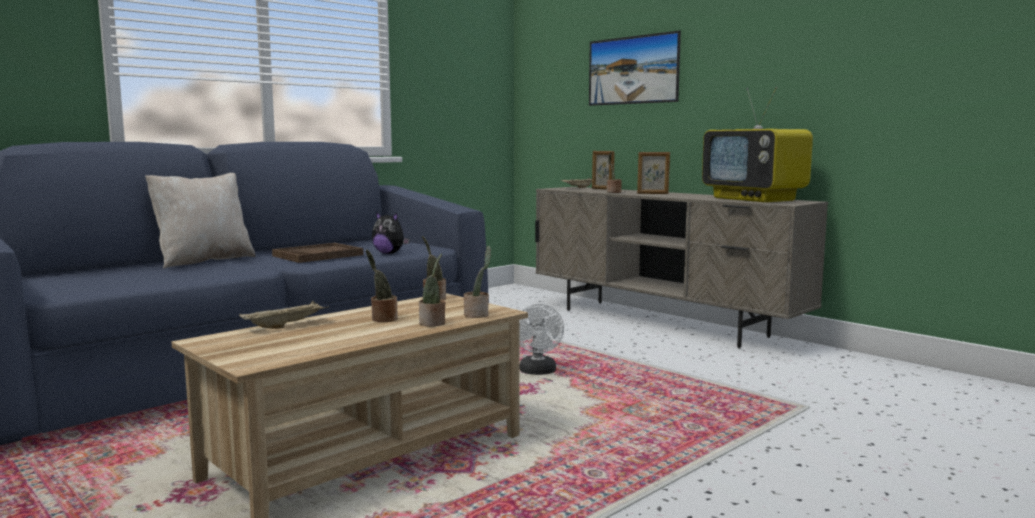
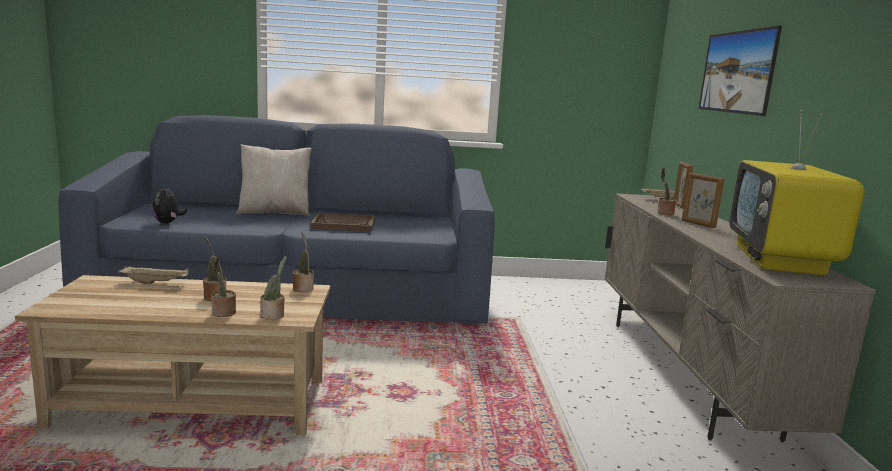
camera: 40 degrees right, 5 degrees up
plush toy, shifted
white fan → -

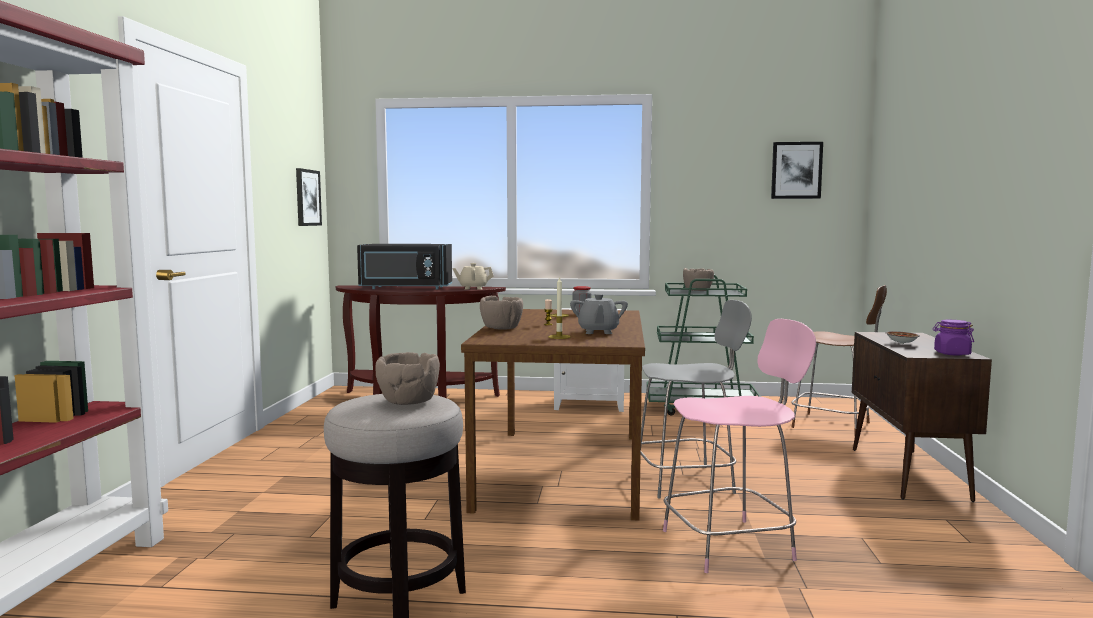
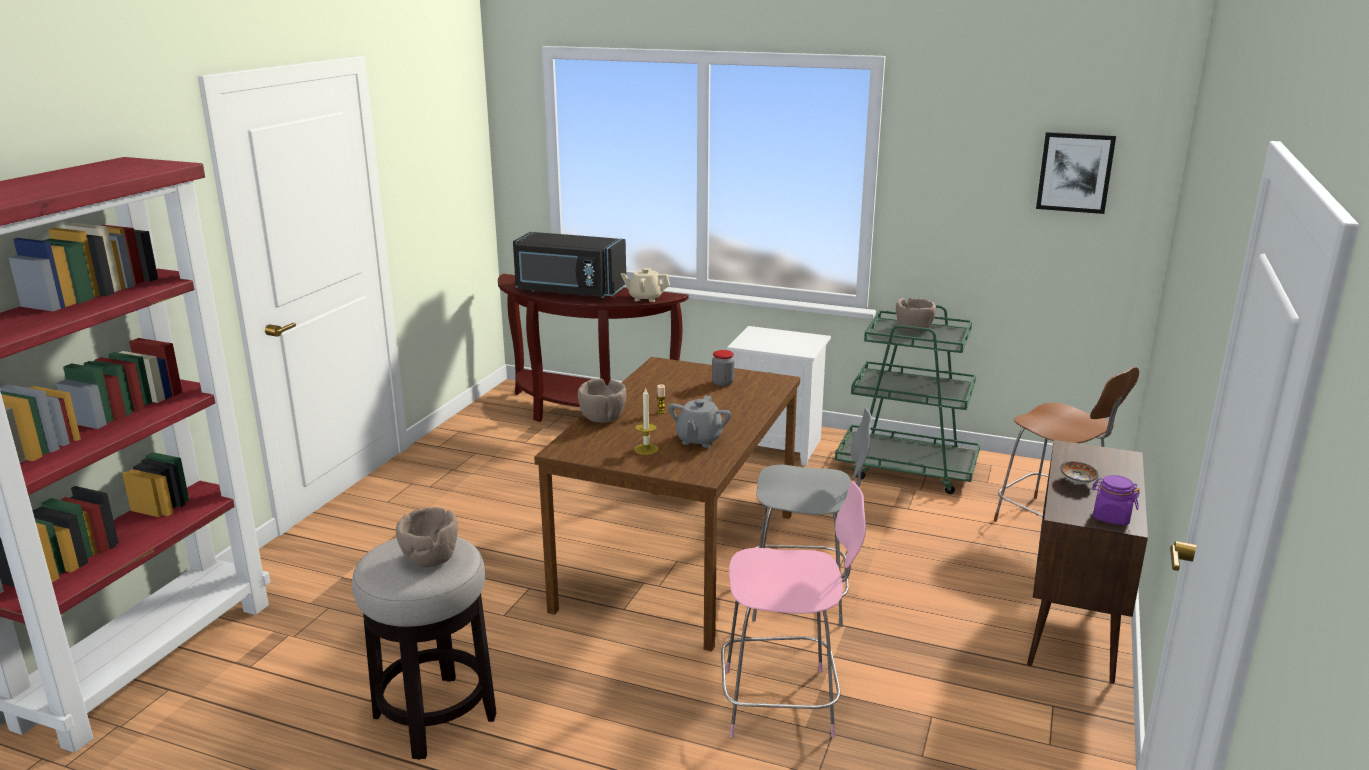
camera: 15 degrees right, 15 degrees up
picture (no. 1 from left) → -

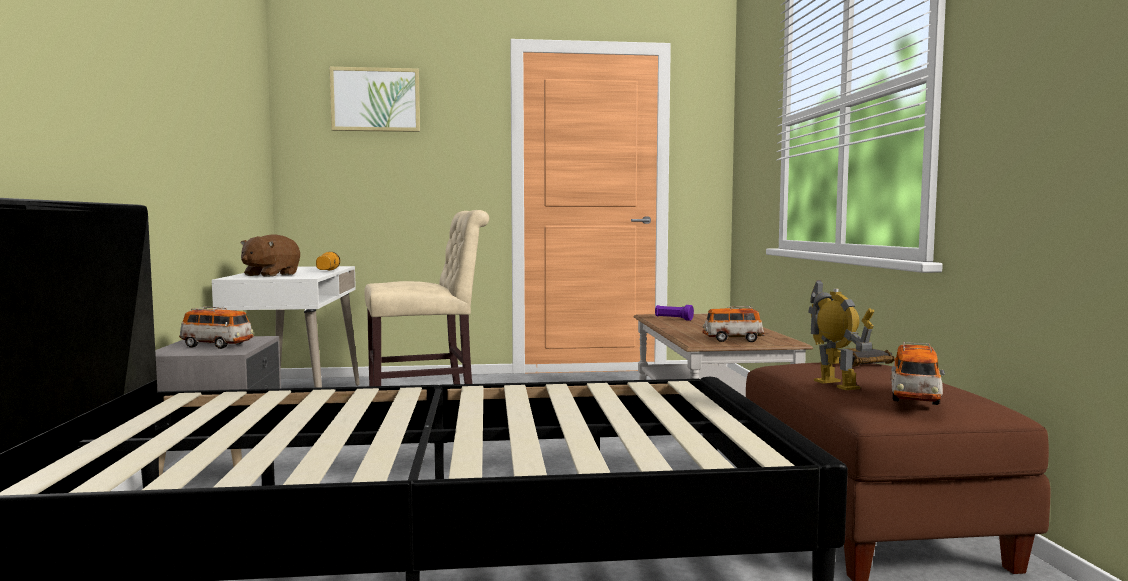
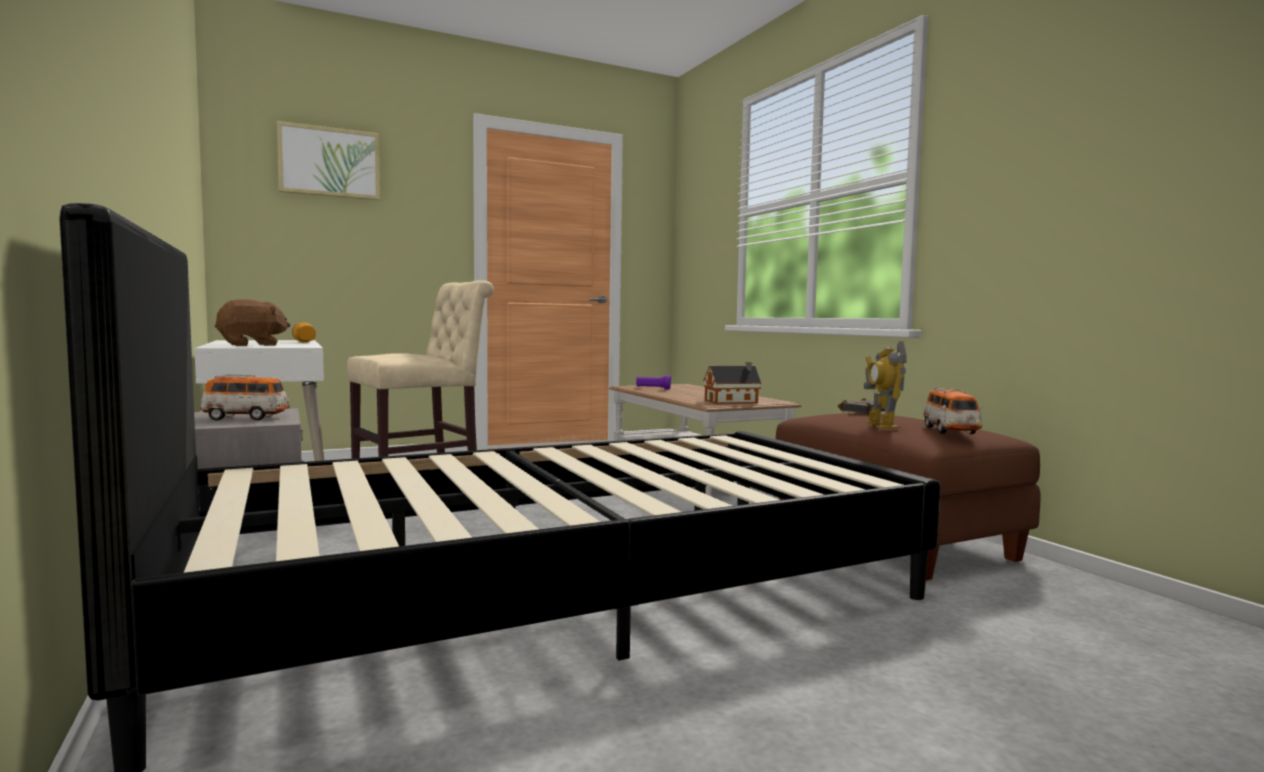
camera: 20 degrees left, 0 degrees up
brown plush toy, 135 degrees counterclockwise
toy car (no. 2 from left) → toy house
toy robot, 150 degrees counterclockwise

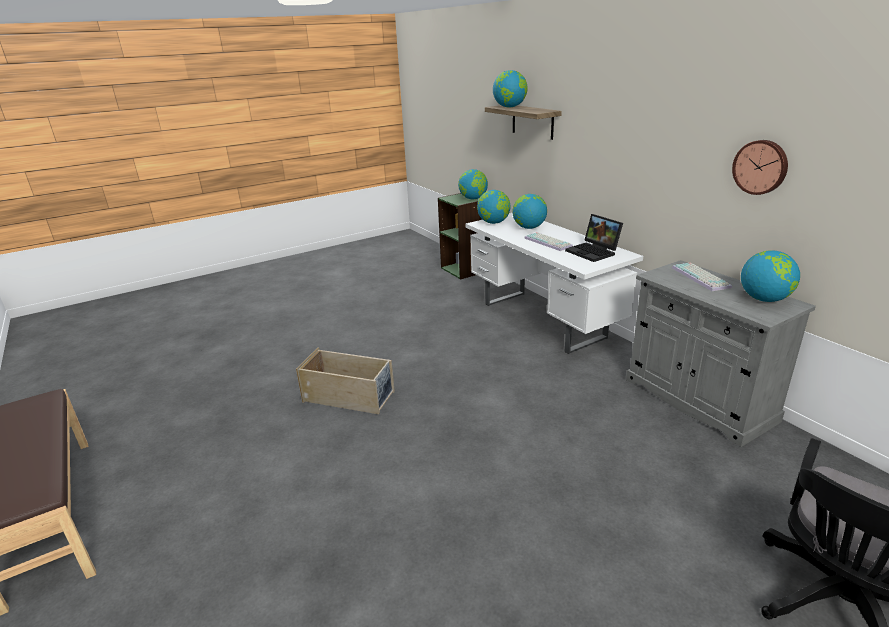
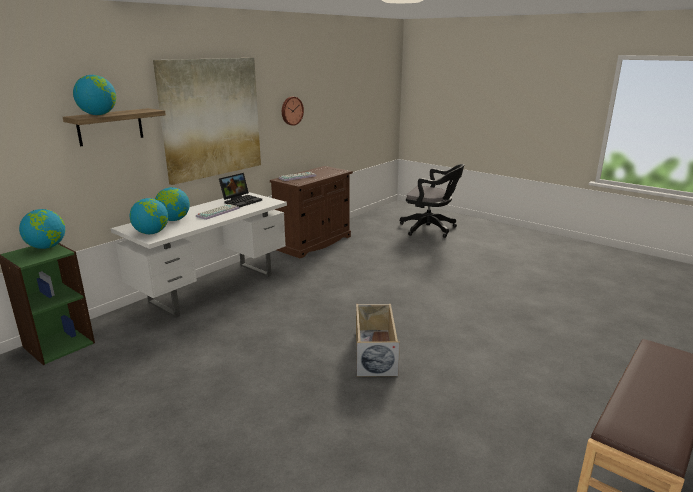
camera: 110 degrees left, 5 degrees down
- → picture
grey cabinet → brown cabinet
globe (no. 5 from left) → -

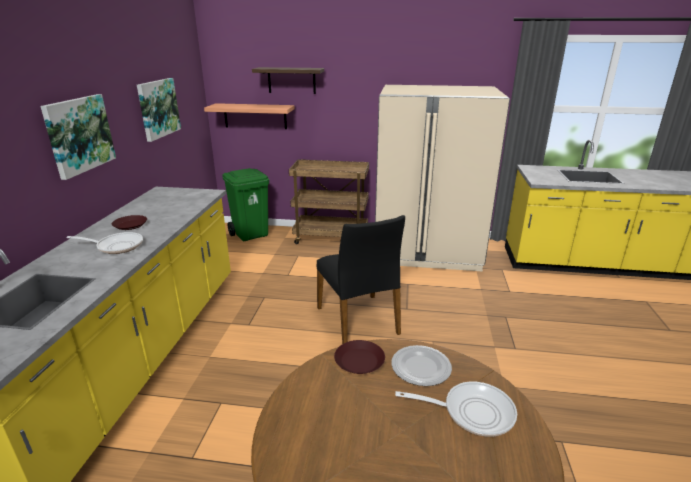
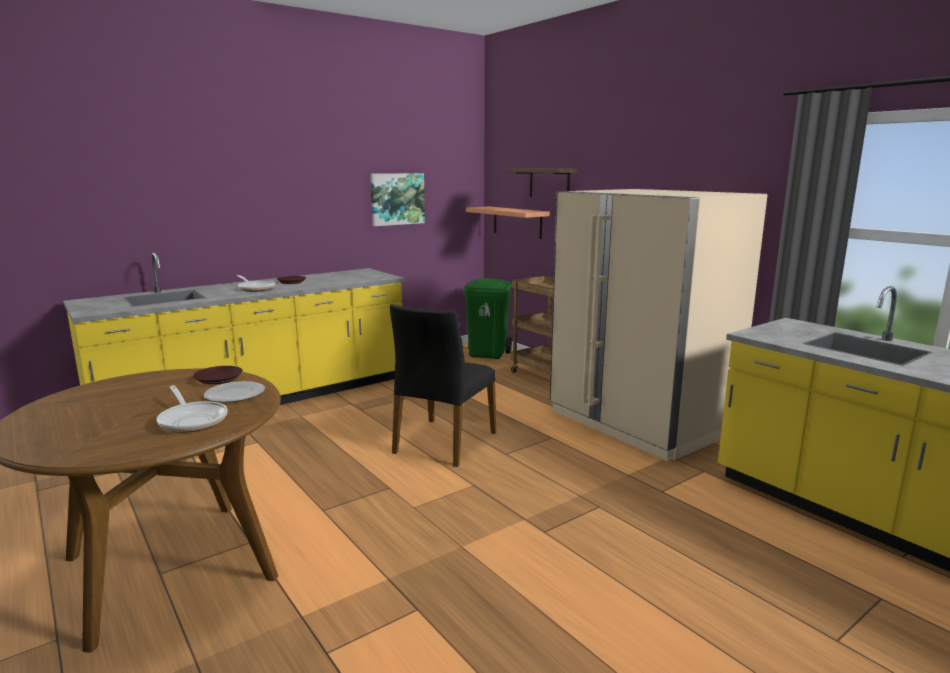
camera: 45 degrees right, 10 degrees down
picture (no. 1 from left) → -

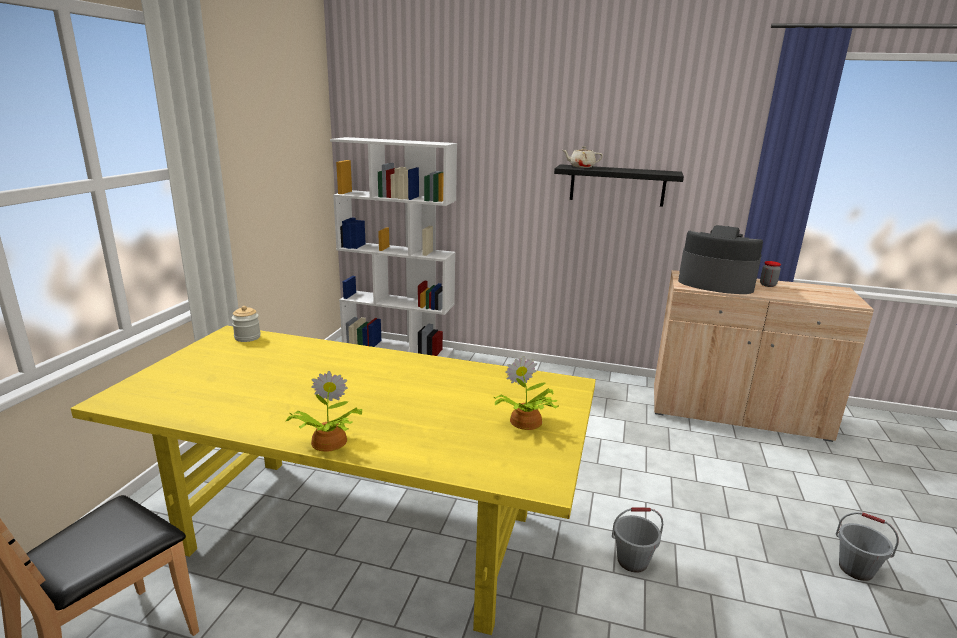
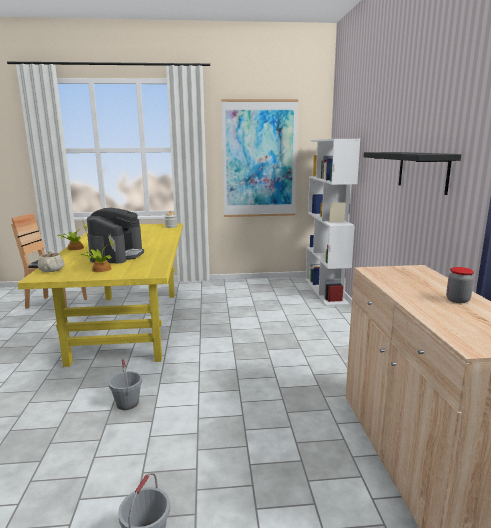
camera: 70 degrees right, 5 degrees down
beige teapot, shifted
coffee machine, shifted
- → picture

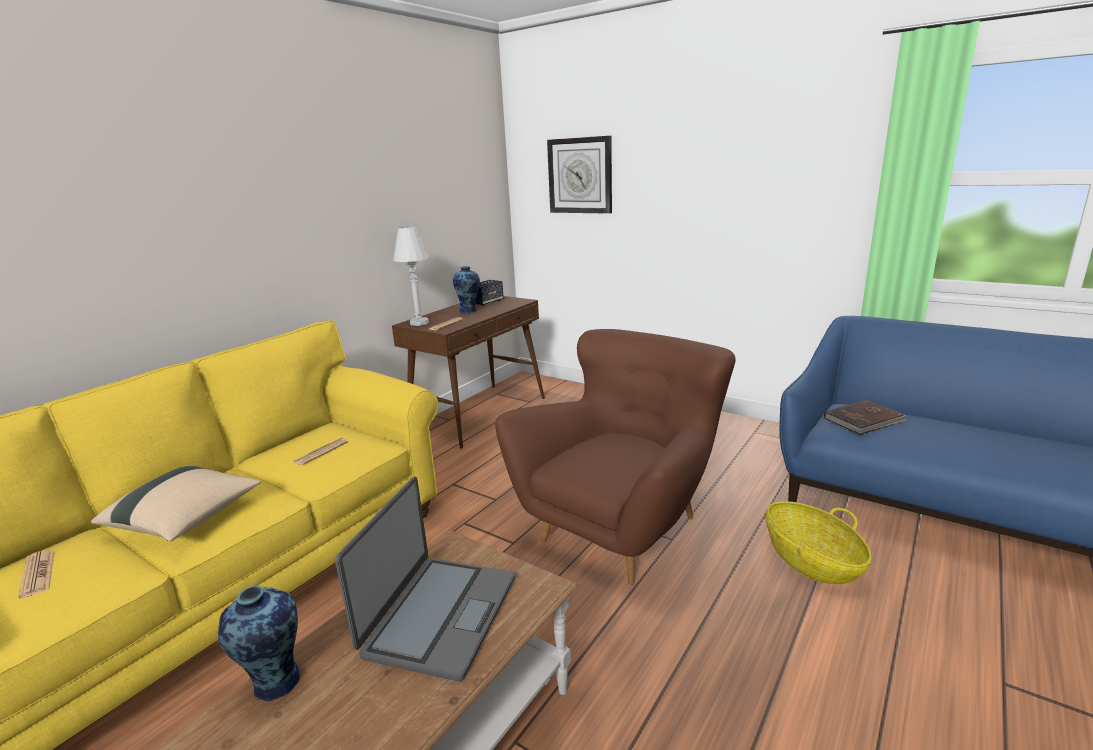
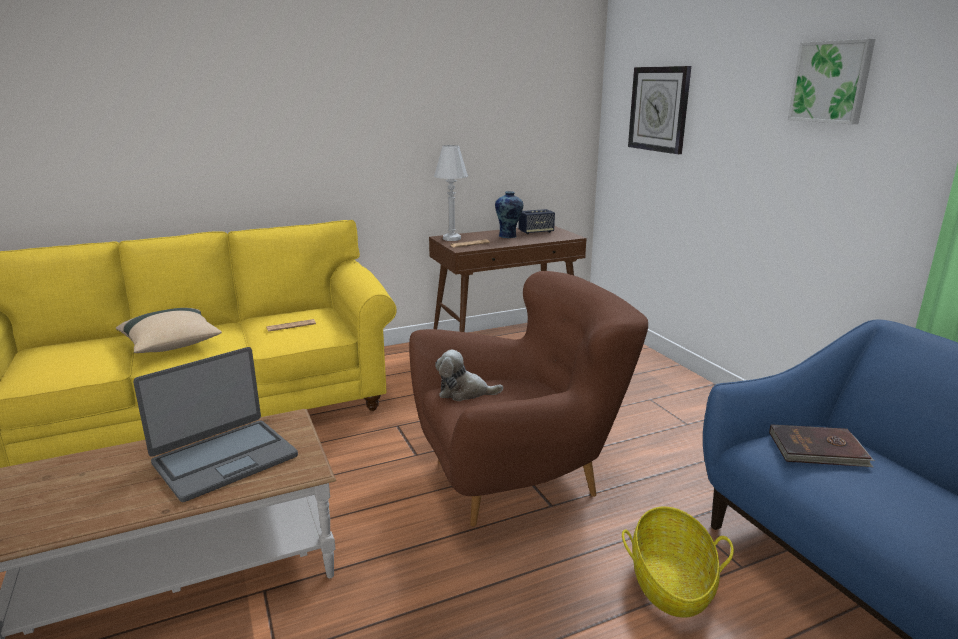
camera: 30 degrees right, 0 degrees up
- → plush toy
- → picture
newspaper (no. 1 from left) → -
vase (no. 1 from left) → -

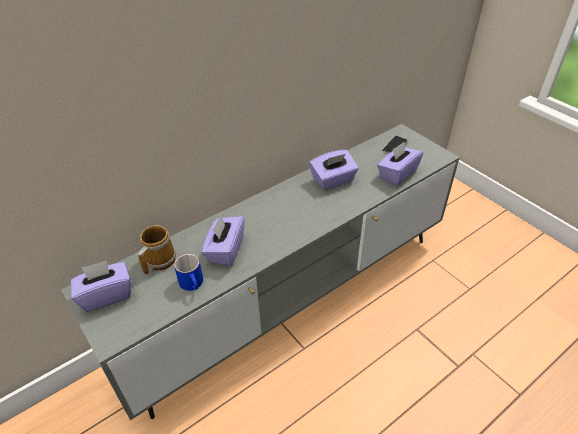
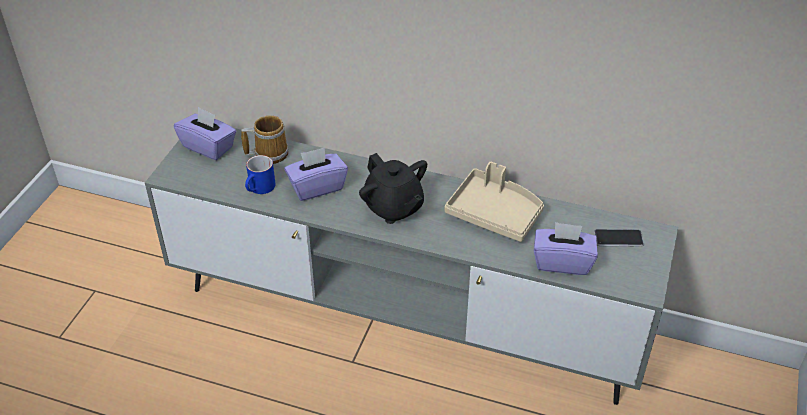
camera: 55 degrees right, 0 degrees up
- → black teapot
purple tissue box (no. 3 from left) → beige tray

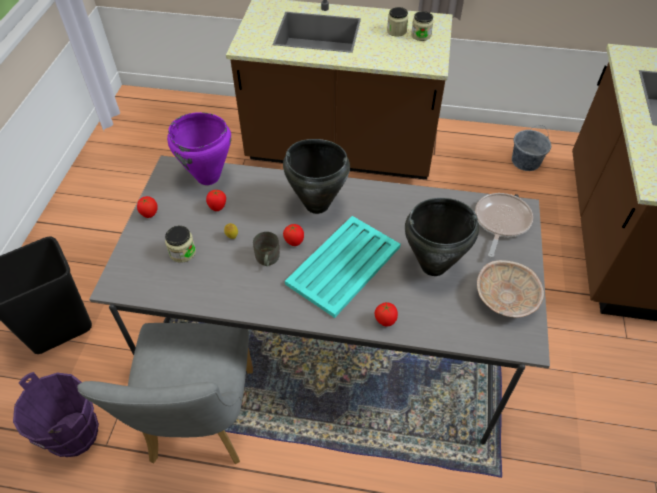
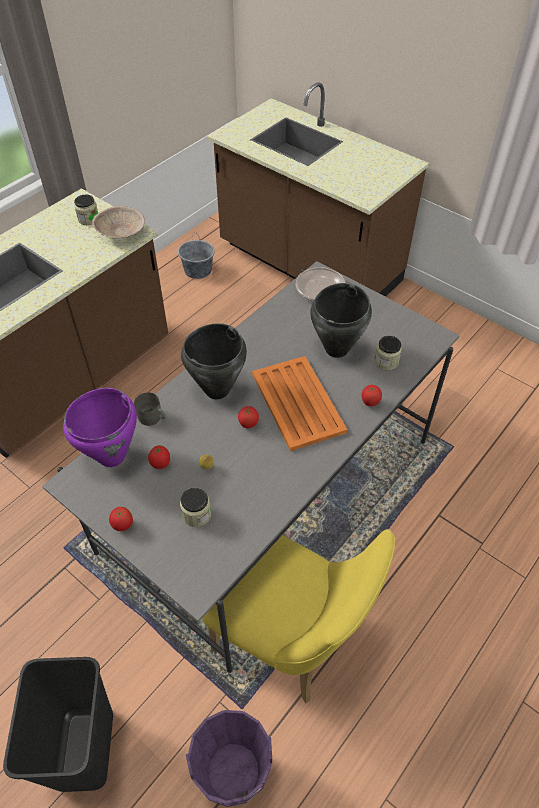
camera: 60 degrees left, 0 degrees up
beige bowl, shifted
grey mug, shifted
grey chair → yellow chair
turquoise tray → orange tray
jar (no. 2 from left in the first image) → jar (no. 3 from left), shifted

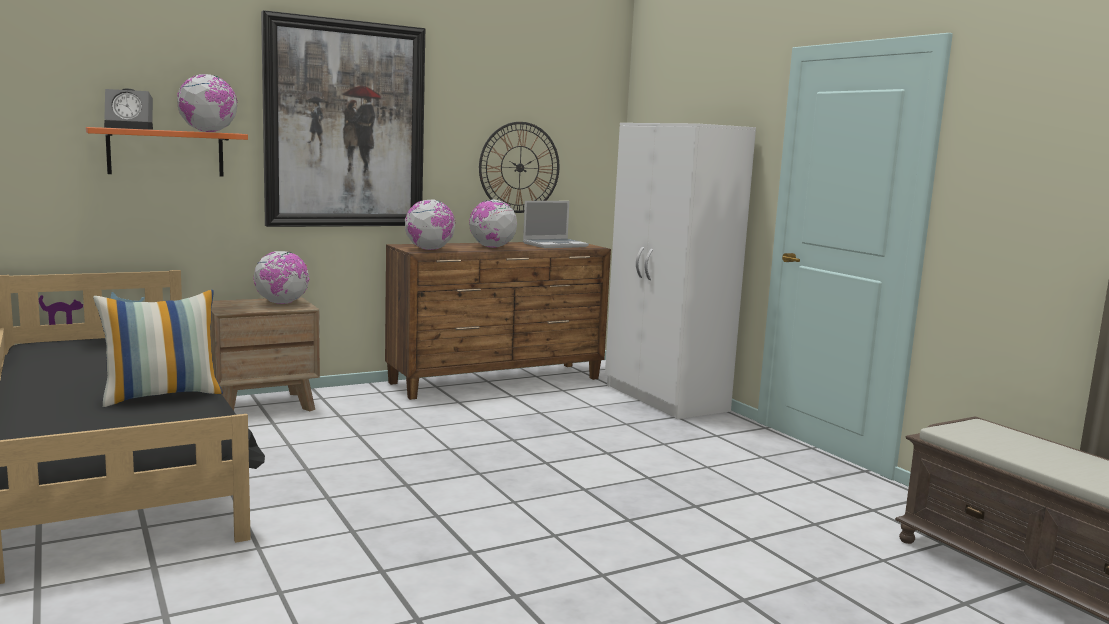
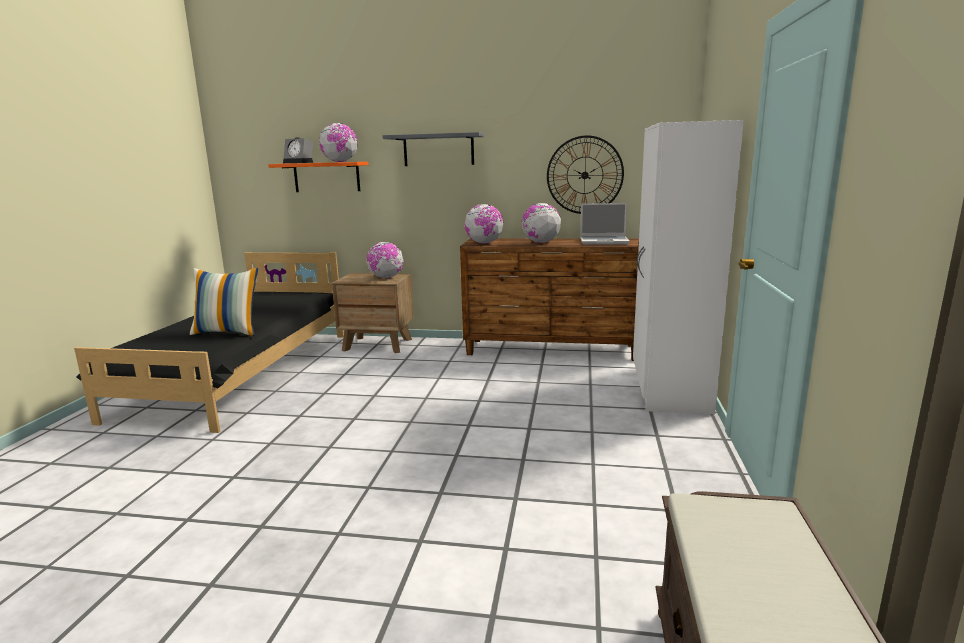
camera: 40 degrees right, 5 degrees up
picture → grey shelf

